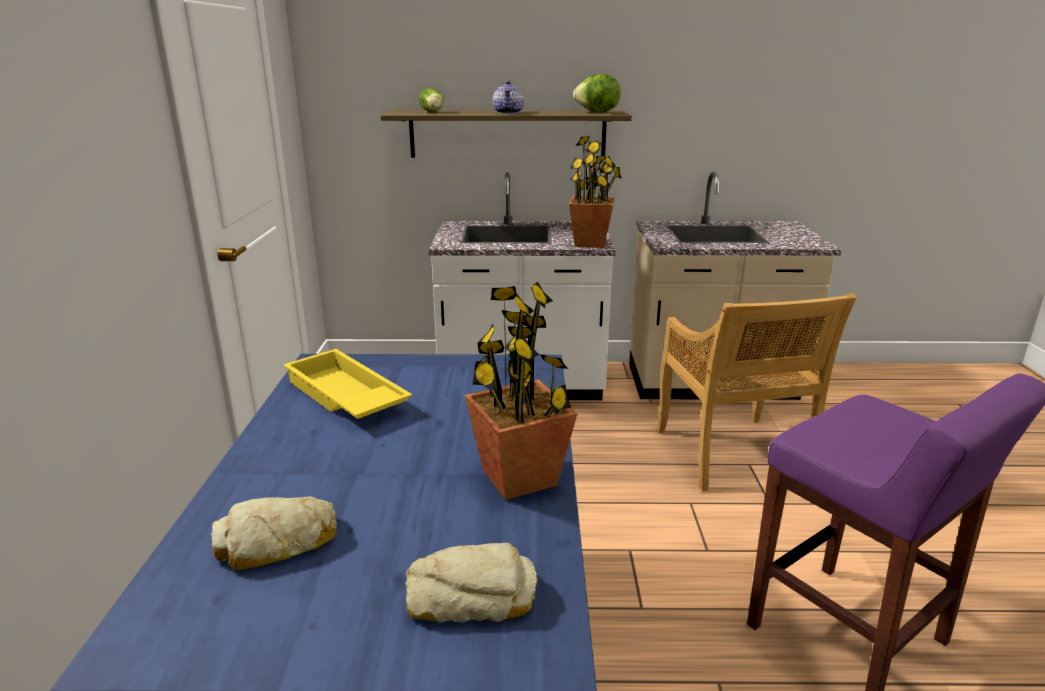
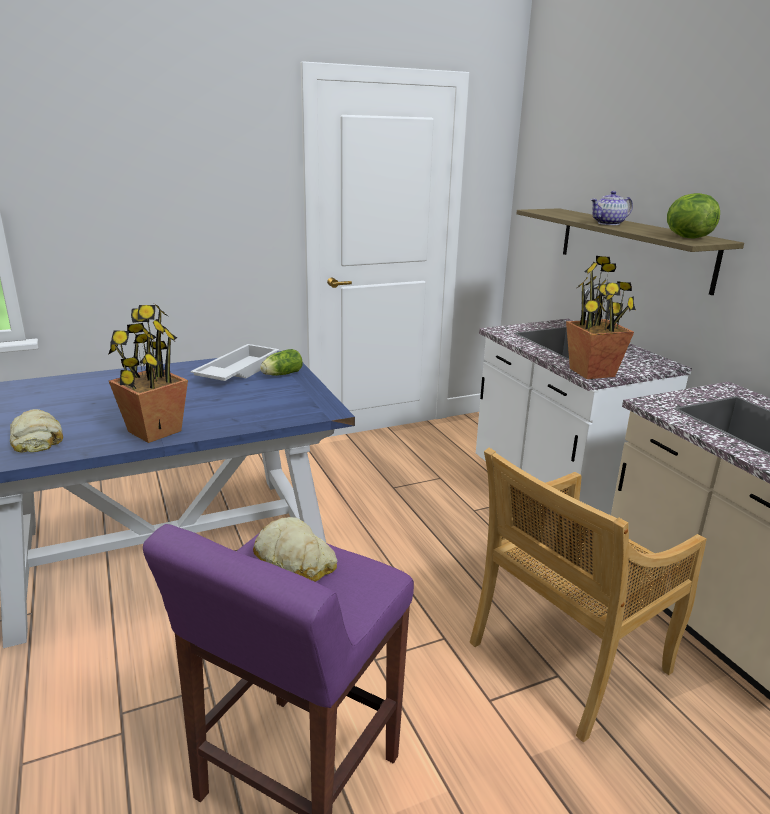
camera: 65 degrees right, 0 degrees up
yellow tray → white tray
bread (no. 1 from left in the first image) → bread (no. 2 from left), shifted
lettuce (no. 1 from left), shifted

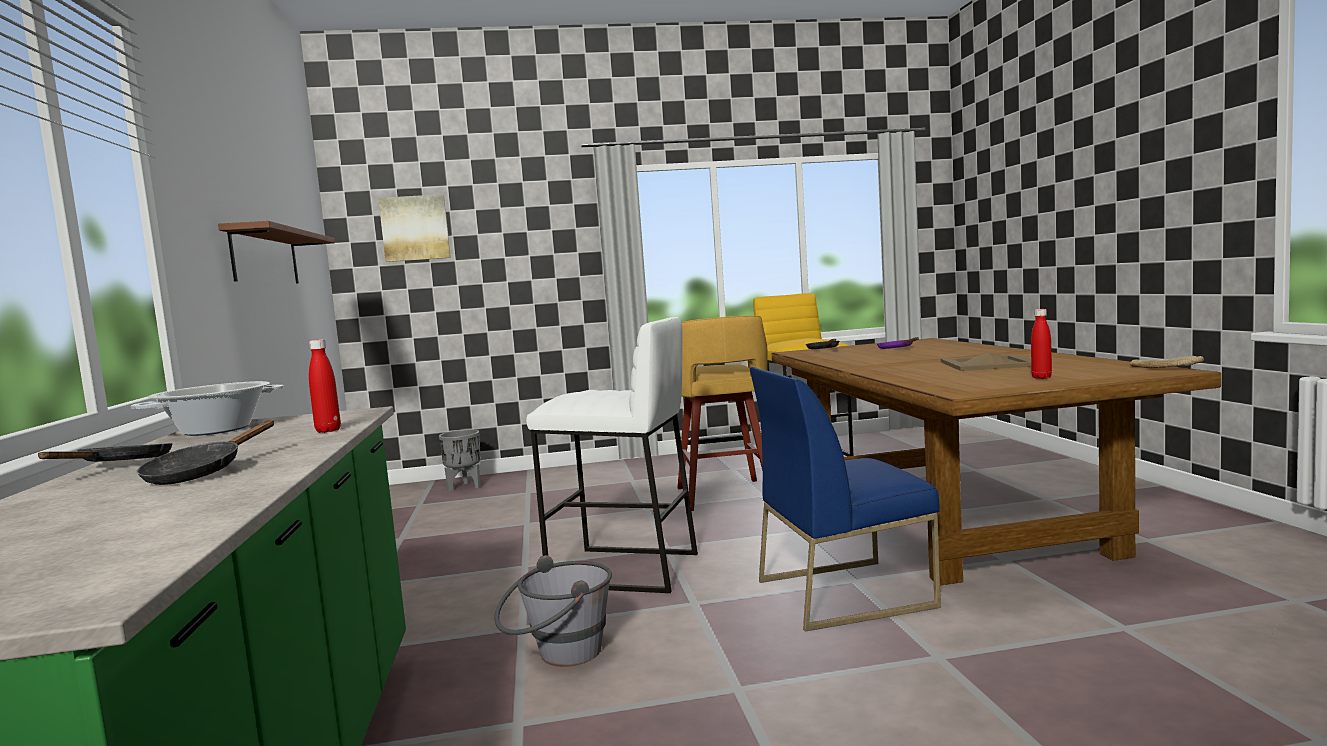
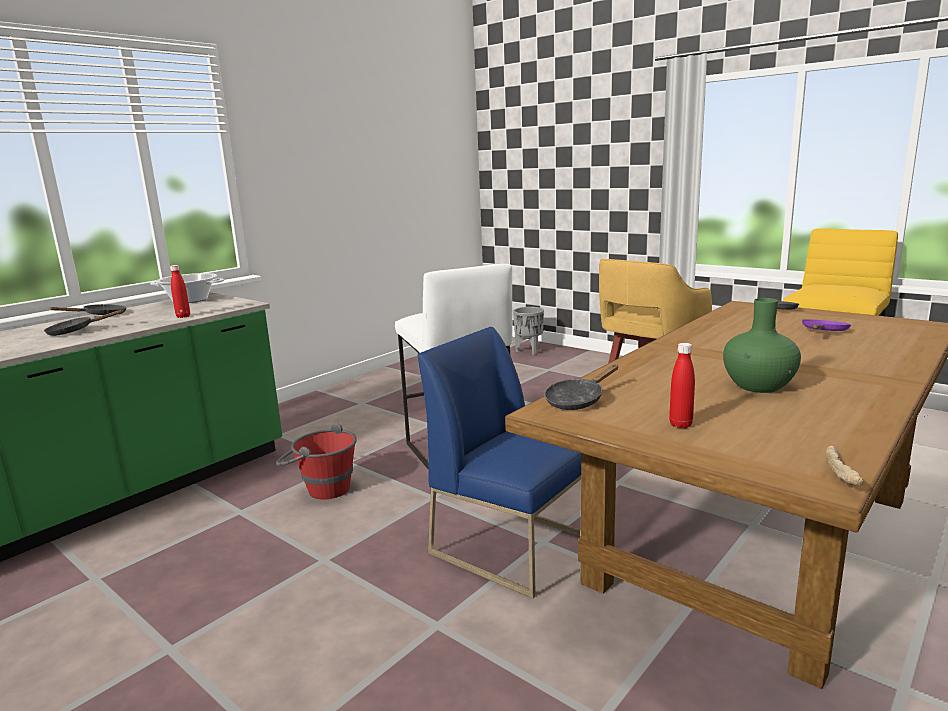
camera: 50 degrees right, 10 degrees up
grey bucket → red bucket
- → black frying pan (no. 3 from left)
beige tray → green vase
brown shelf → -
picture → -

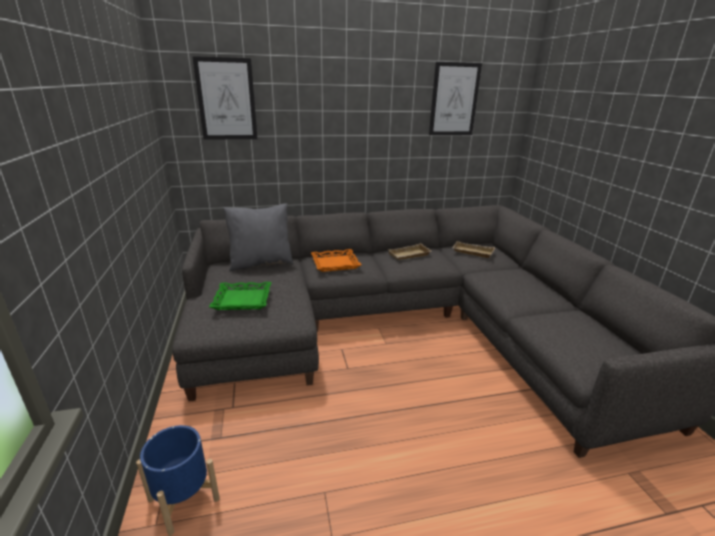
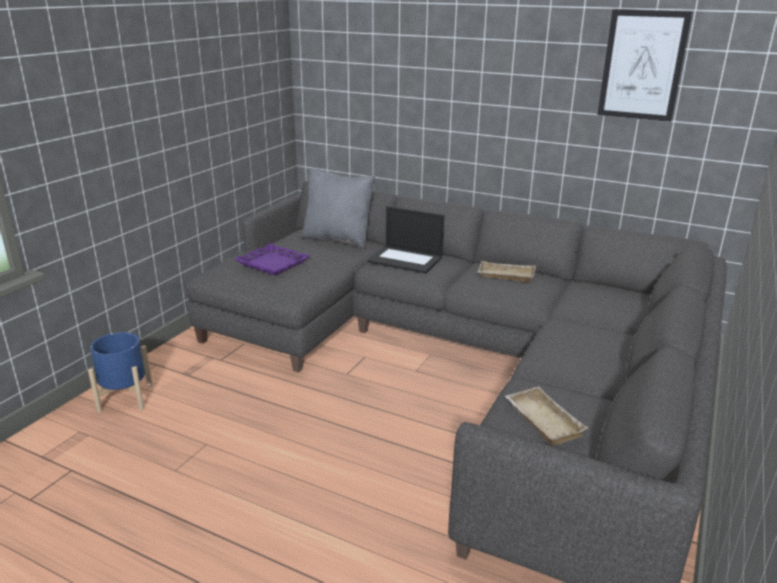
camera: 40 degrees right, 0 degrees up
green tray → purple tray
orange tray → laptop
beige tray (no. 2 from left), shifted
picture (no. 1 from left) → -

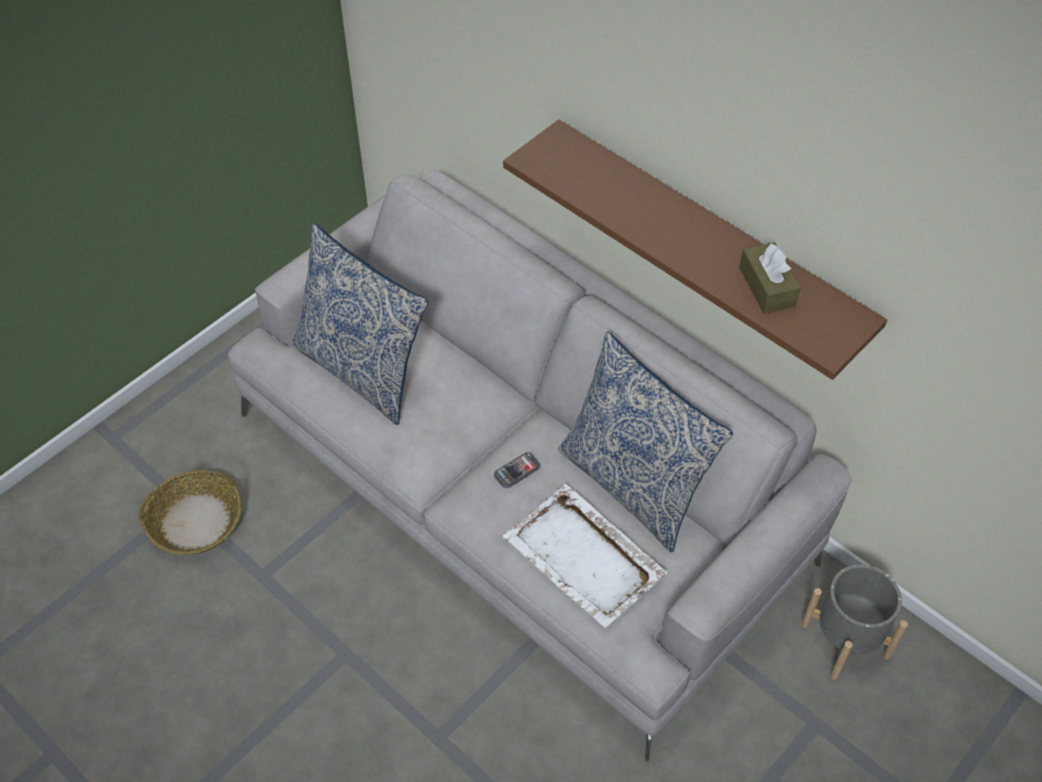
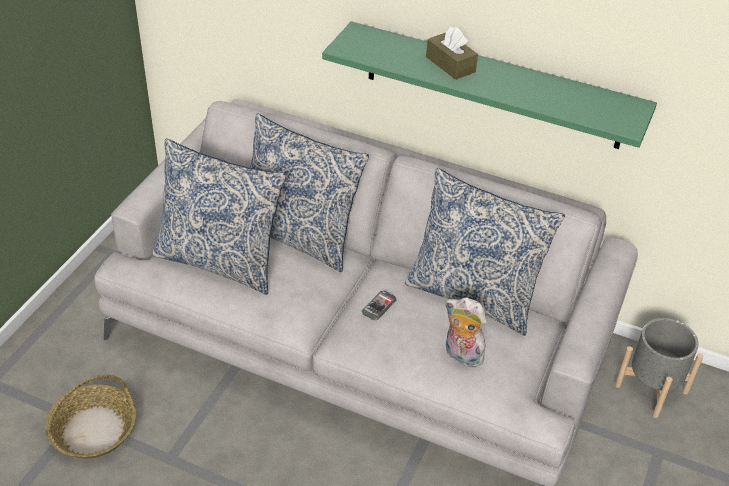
camera: 20 degrees left, 10 degrees down
- → pillow (no. 2 from left)
brown shelf → green shelf
brown tissue box, shifted
white tray → plush toy

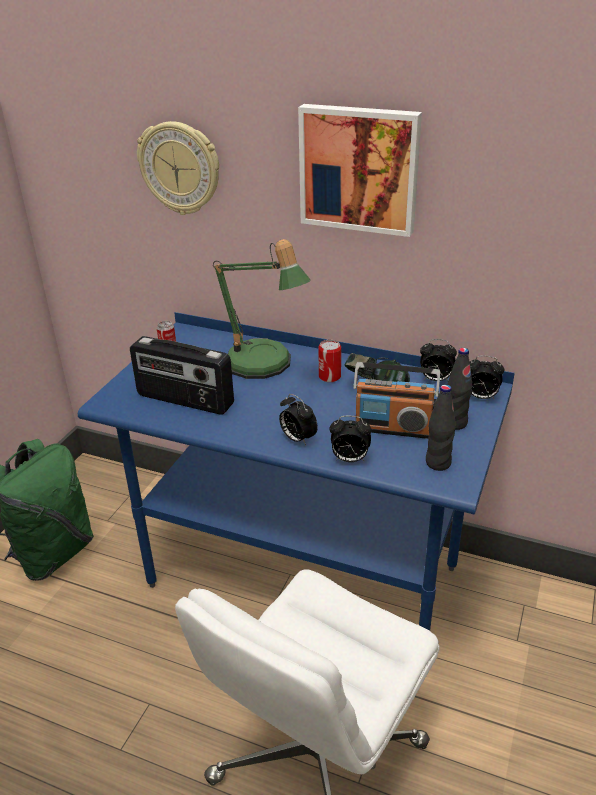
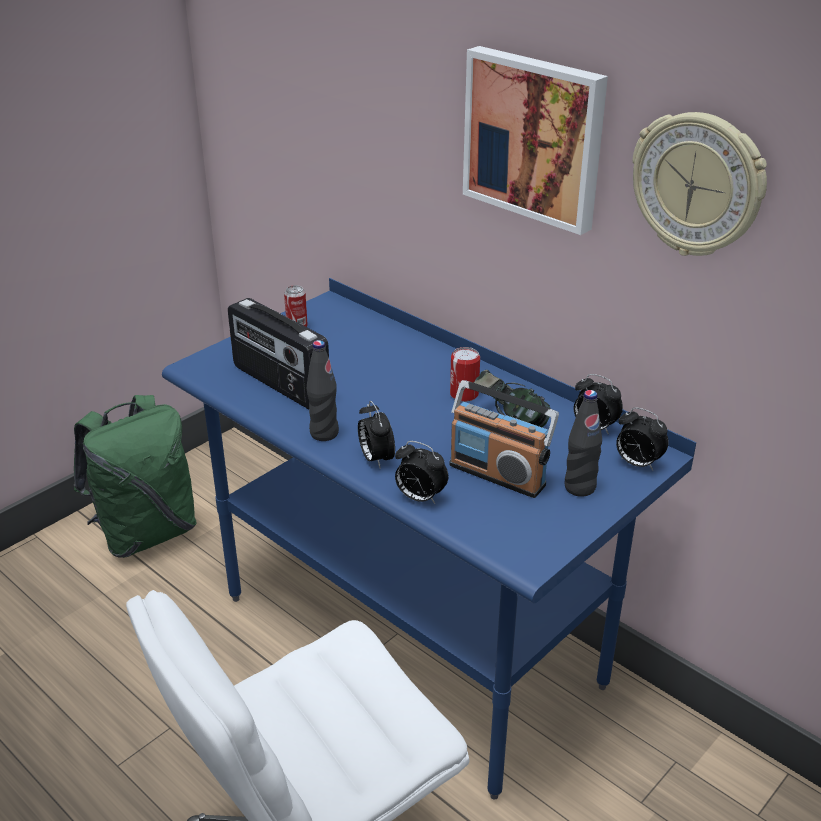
camera: 20 degrees right, 0 degrees up
black bottle (no. 1 from left), shifted
wall clock, shifted
table lamp → -

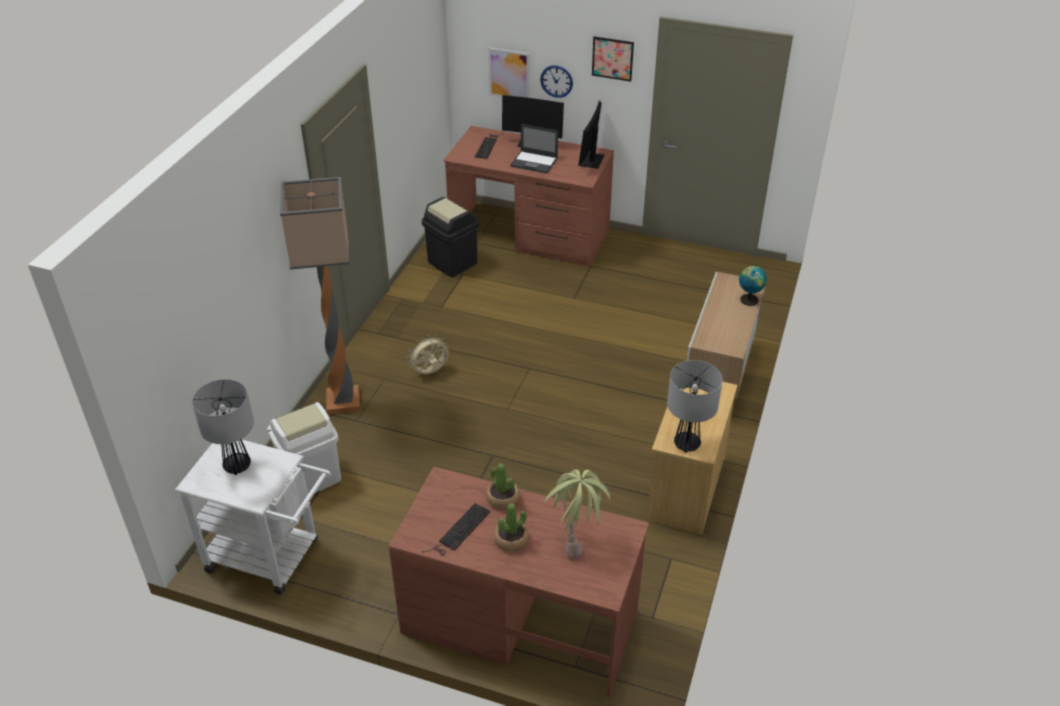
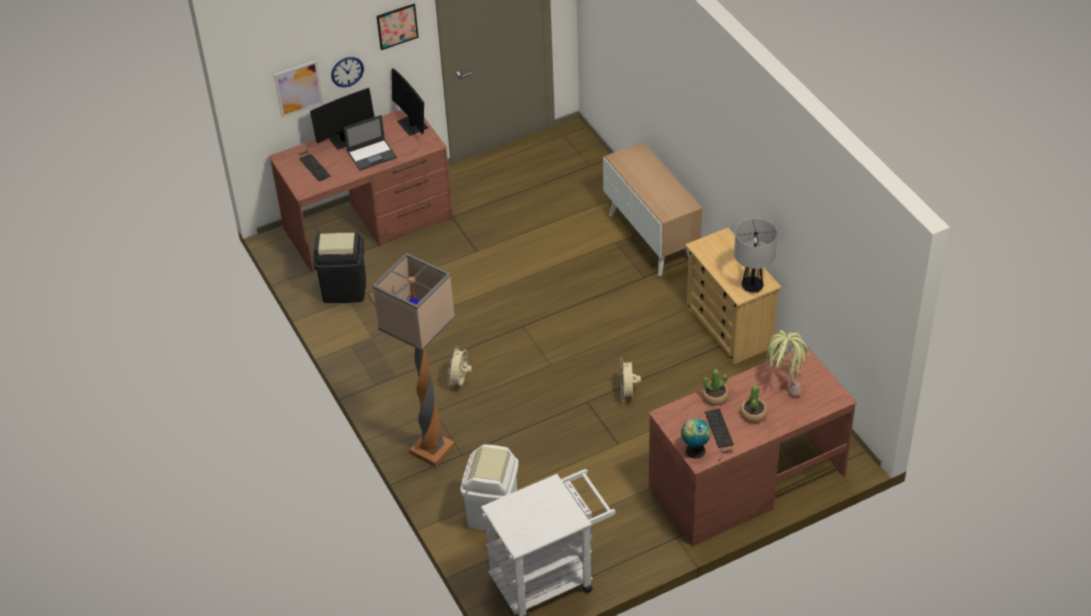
camera: 45 degrees left, 5 degrees up
- → beige fan (no. 2 from left)
globe, shifted
table lamp (no. 1 from left) → -

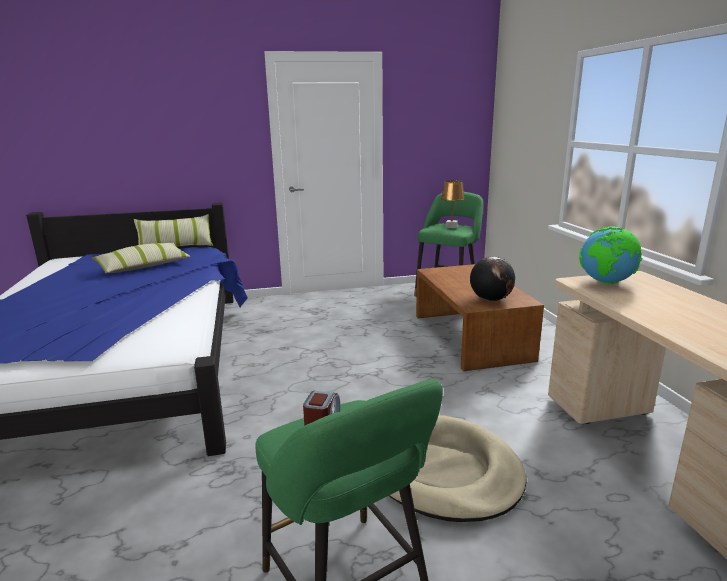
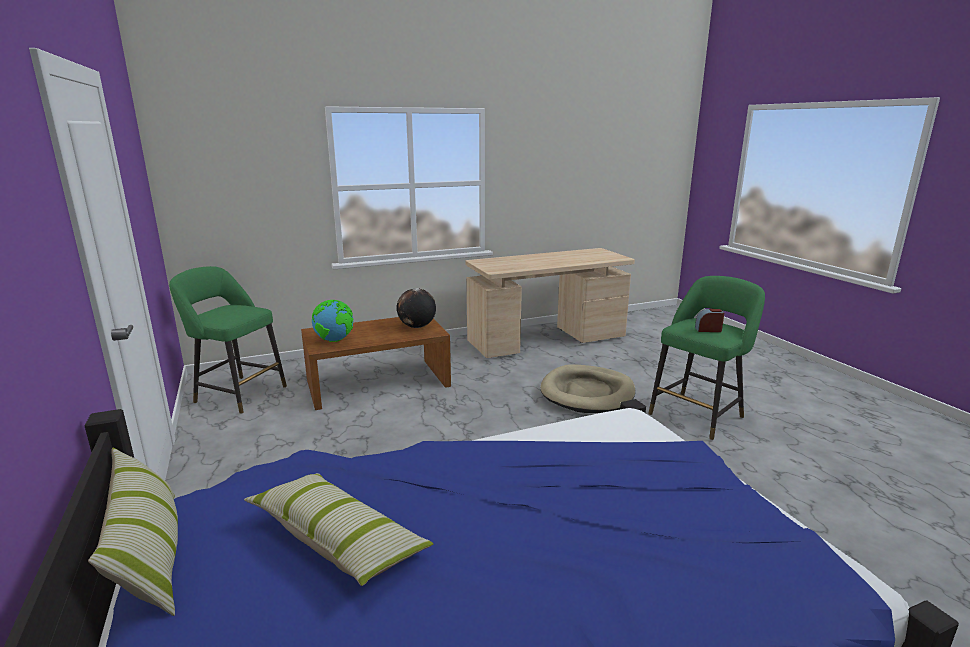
camera: 100 degrees left, 0 degrees up
globe (no. 2 from left in the first image) → globe (no. 1 from left), shifted
brown table lamp → -

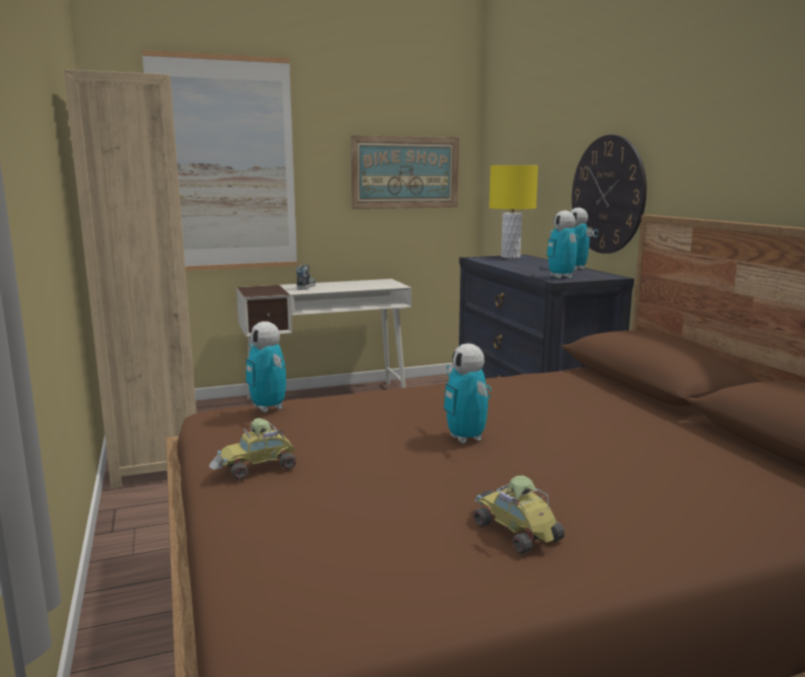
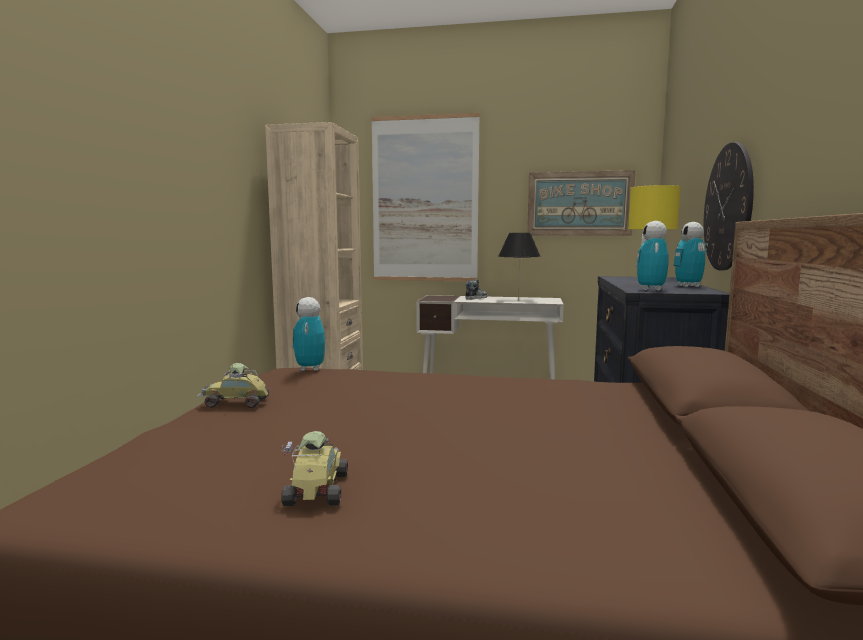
camera: 30 degrees right, 5 degrees down
- → black table lamp
toy robot (no. 2 from left) → -

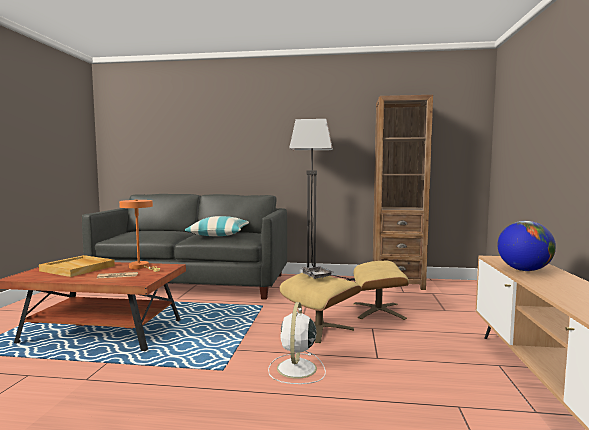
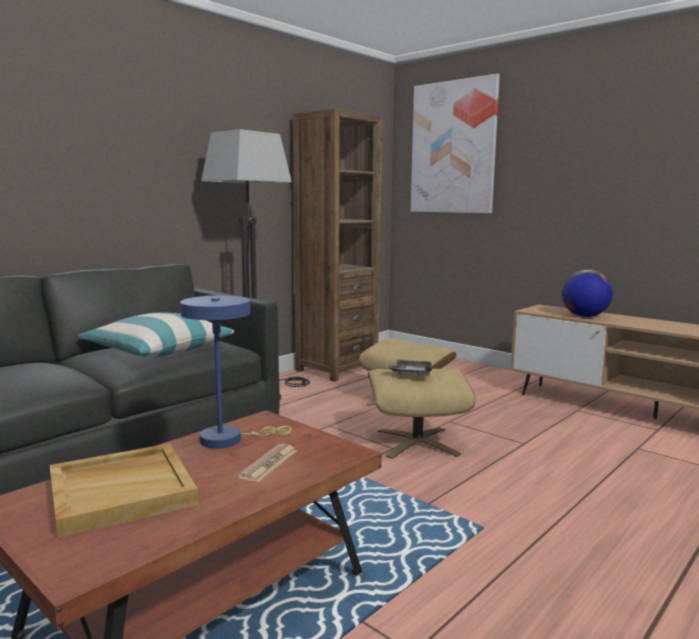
camera: 55 degrees left, 5 degrees up
orange table lamp → blue table lamp
- → picture
white fan → -

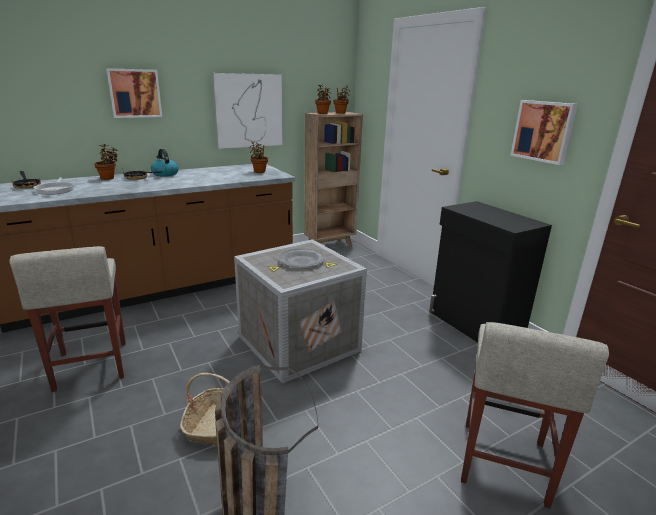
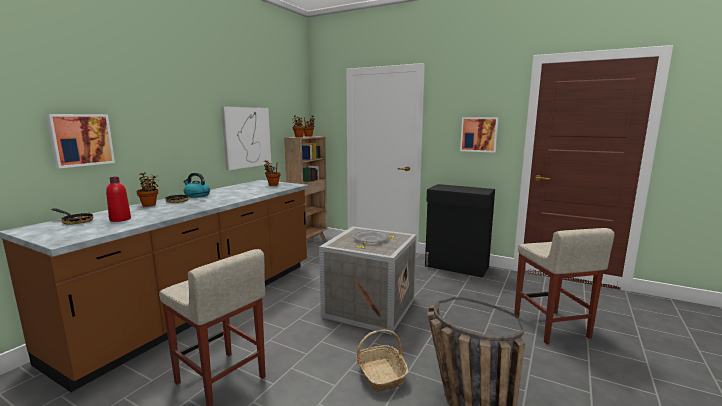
camera: 30 degrees left, 10 degrees down
picture (no. 1 from left), shifted
frying pan (no. 2 from left) → red bottle

